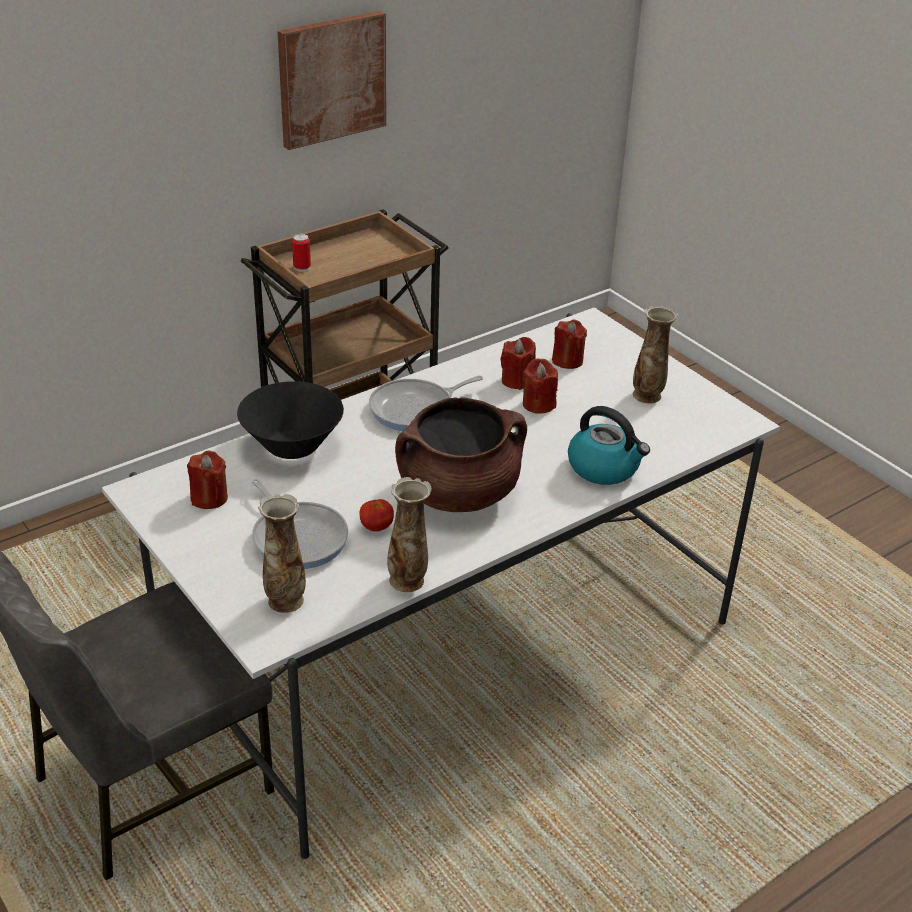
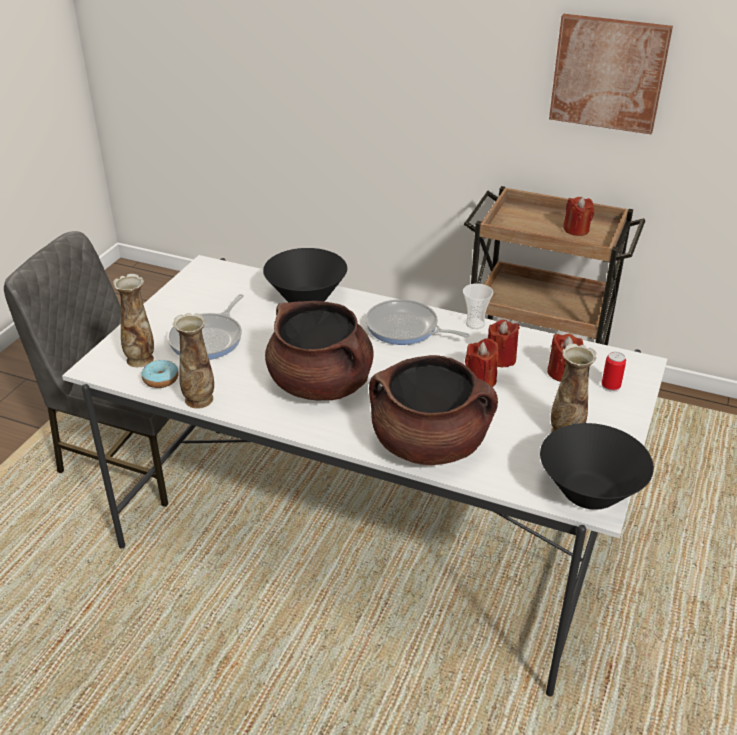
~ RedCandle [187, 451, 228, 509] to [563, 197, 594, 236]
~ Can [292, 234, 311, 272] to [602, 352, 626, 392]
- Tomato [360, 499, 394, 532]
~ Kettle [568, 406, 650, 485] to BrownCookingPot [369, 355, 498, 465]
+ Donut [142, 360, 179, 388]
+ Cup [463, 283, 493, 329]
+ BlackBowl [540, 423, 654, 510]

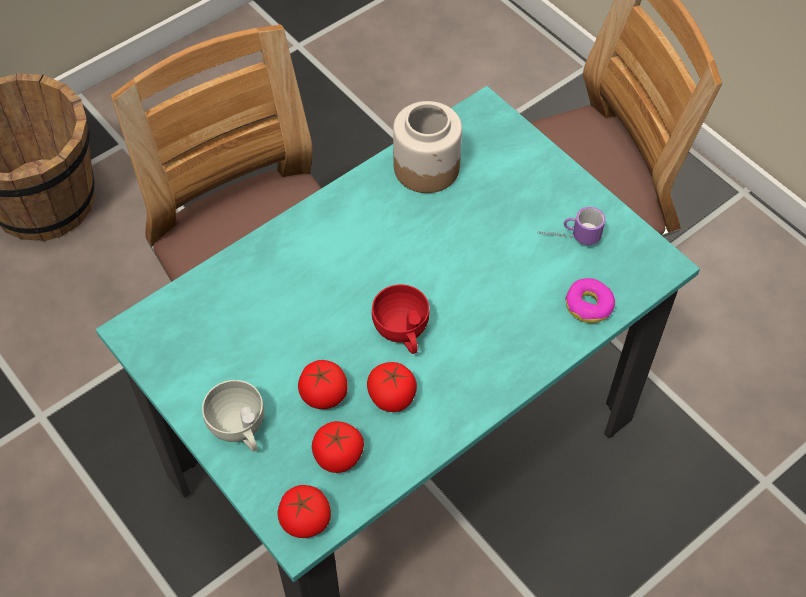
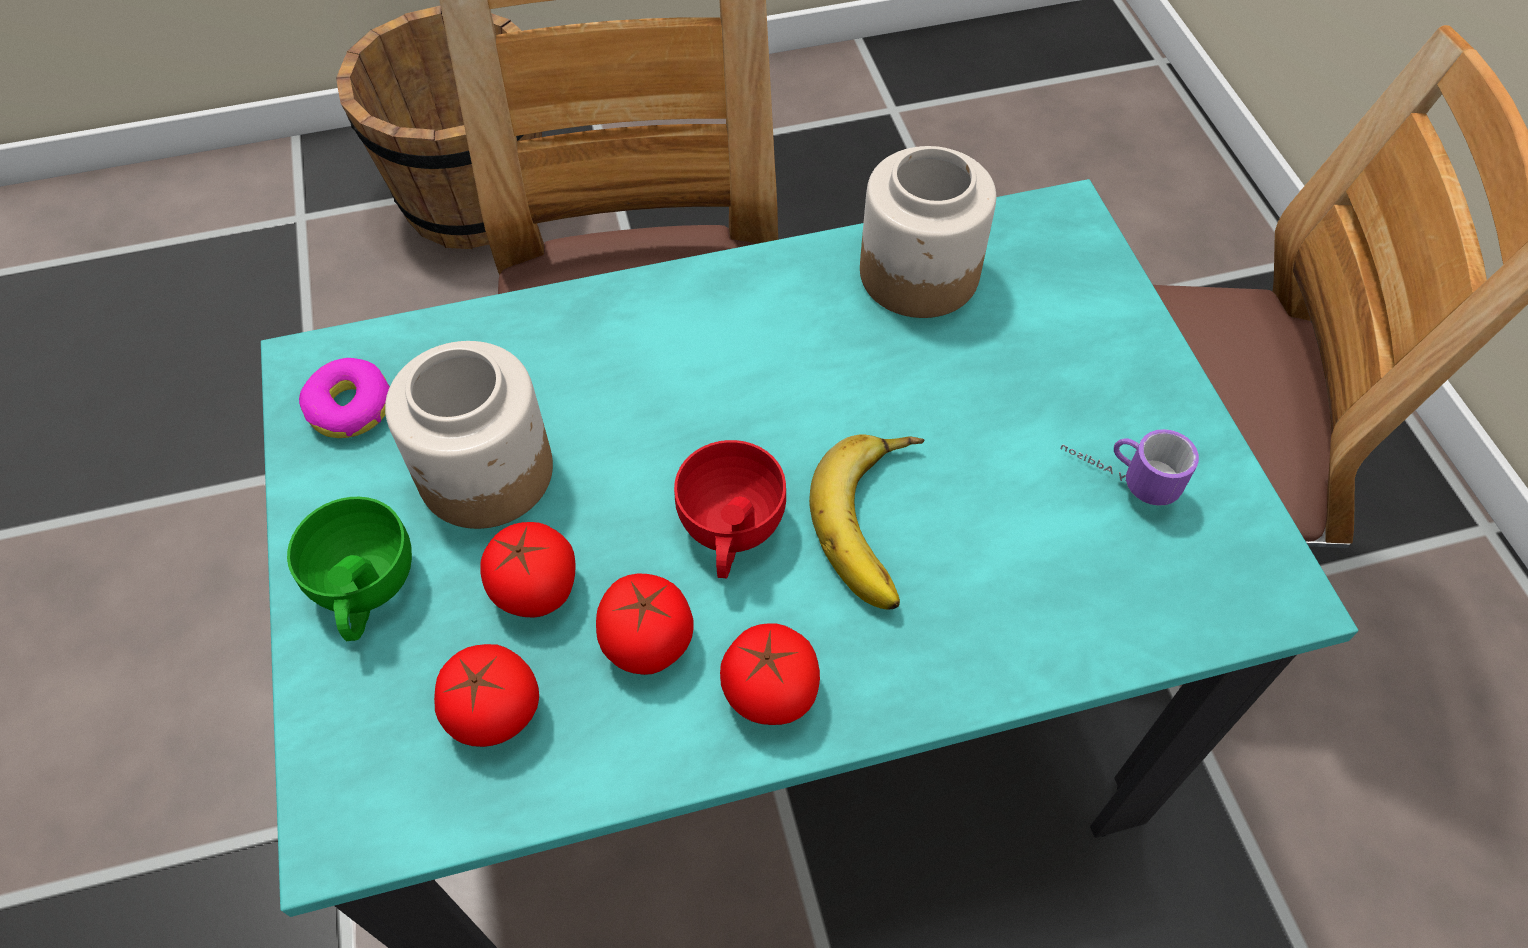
~ WhiteCup [202, 380, 264, 452] to GreenCup [287, 497, 412, 641]
~ Tomato [277, 485, 331, 538] to [720, 623, 820, 725]
~ Donut [565, 278, 615, 323] to [299, 358, 390, 438]
+ Jar [385, 341, 553, 529]
+ Banana [809, 434, 925, 610]

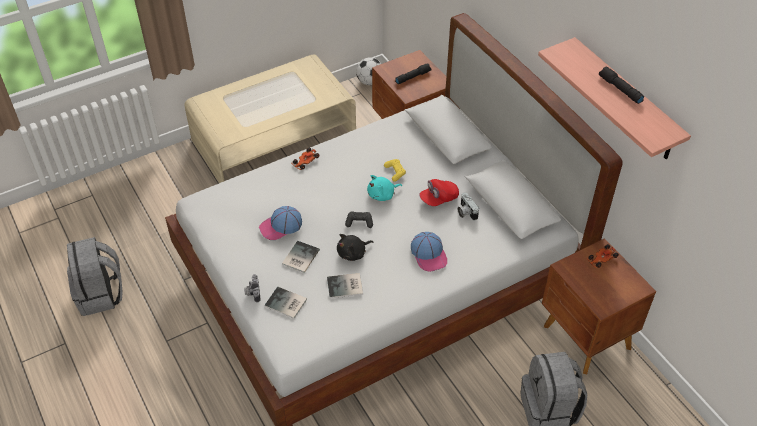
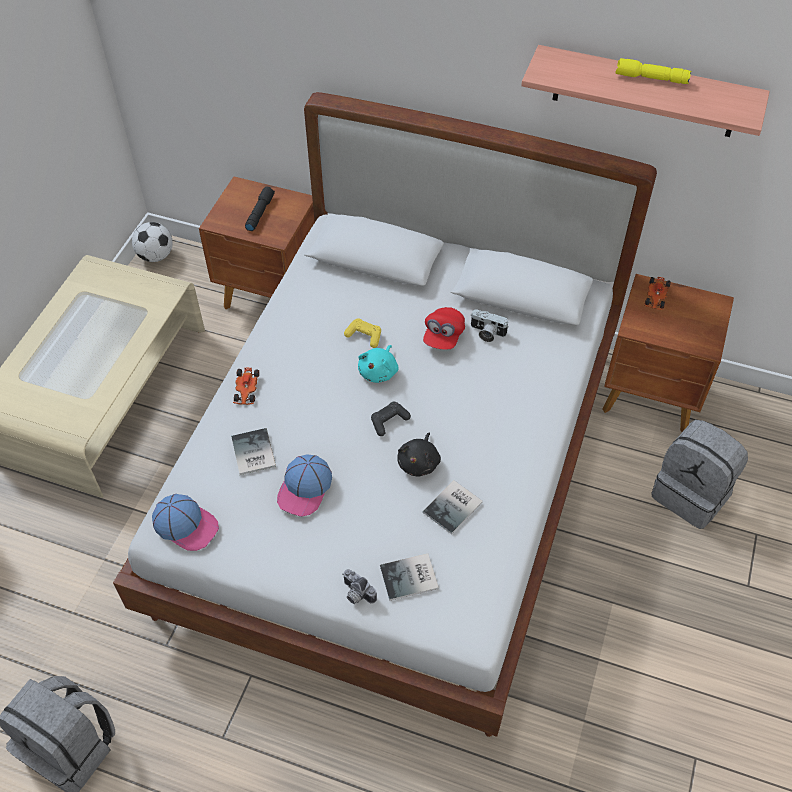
~ Book [282, 241, 320, 273] to [231, 428, 276, 475]
~ Cap [411, 232, 447, 272] to [152, 494, 219, 551]
~ BlackFlashlight [599, 66, 645, 104] to YellowFlashlight [615, 58, 691, 84]

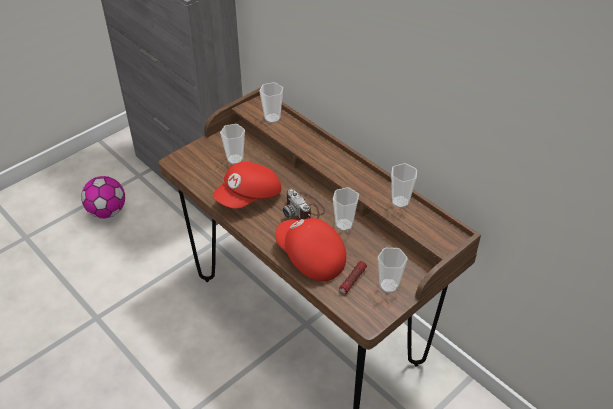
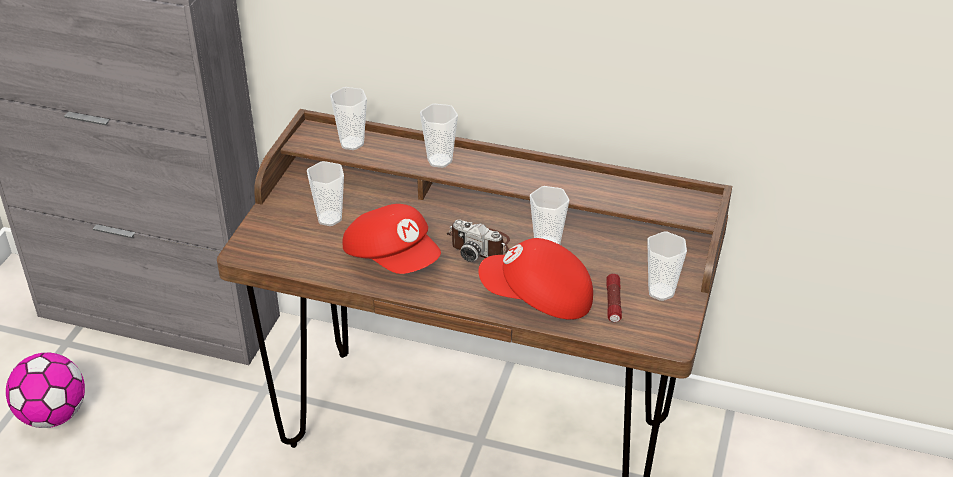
~ RedCap [214, 162, 281, 209] = [342, 204, 441, 274] 60 degrees counterclockwise
~ Cup [391, 163, 417, 208] to [420, 104, 458, 168]

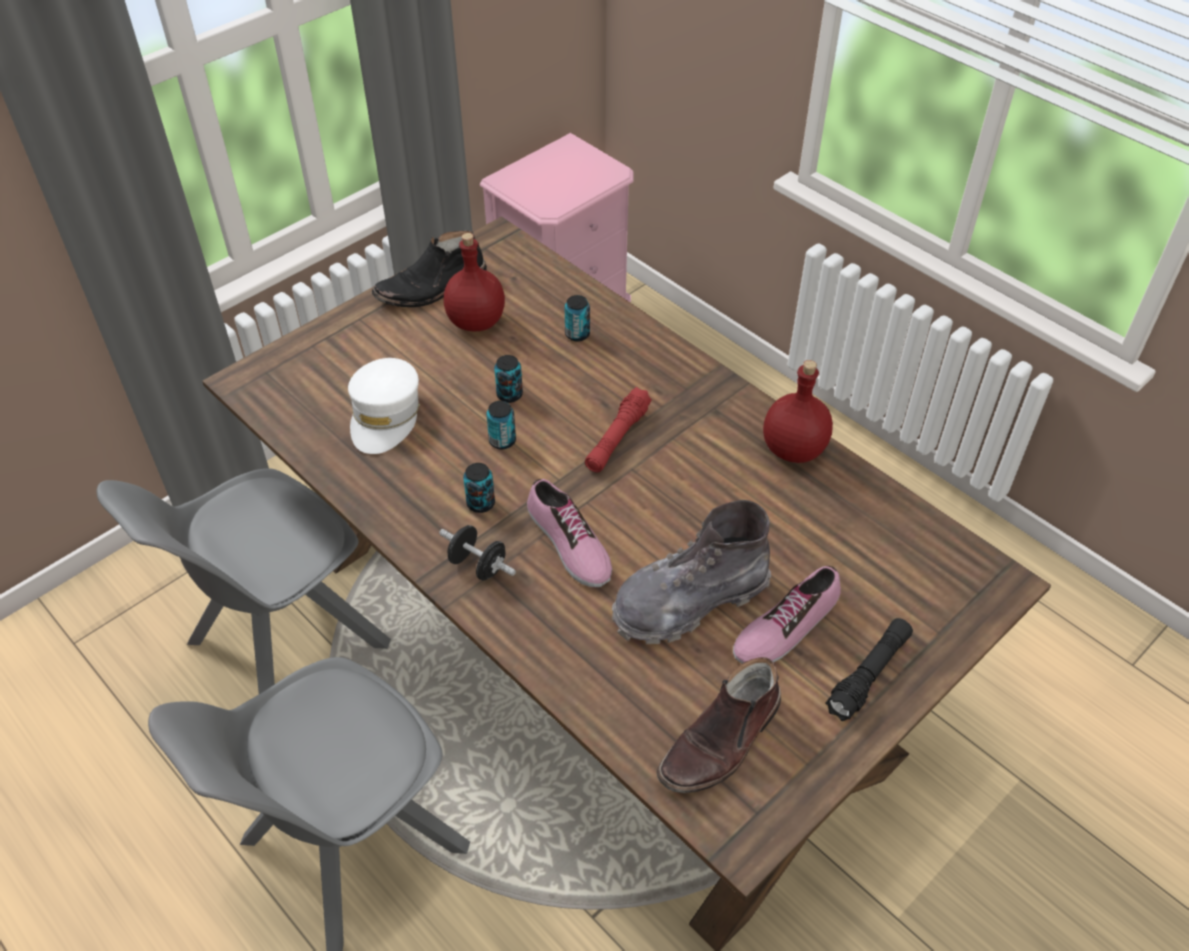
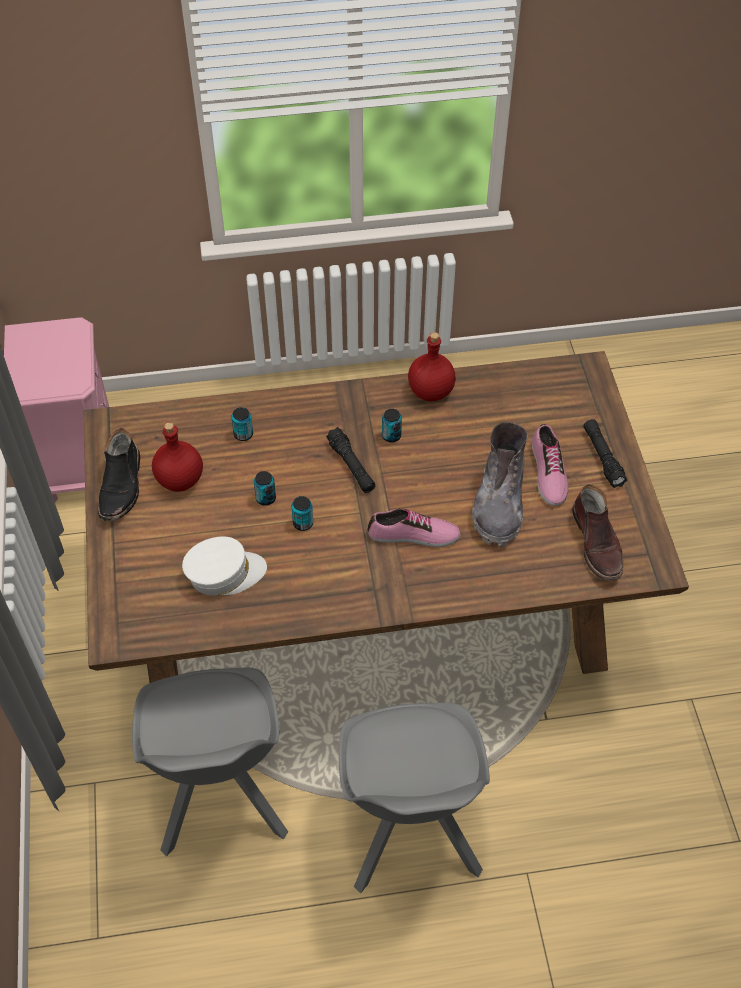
~ WhiteCap [348, 358, 420, 454] = [182, 536, 267, 596] 60 degrees counterclockwise
- BlackDumbbell [439, 525, 516, 580]
~ Can [463, 463, 495, 513] to [382, 409, 402, 443]
~ RedFlashlight [585, 387, 652, 472] to BlackFlashlight [326, 427, 376, 493]

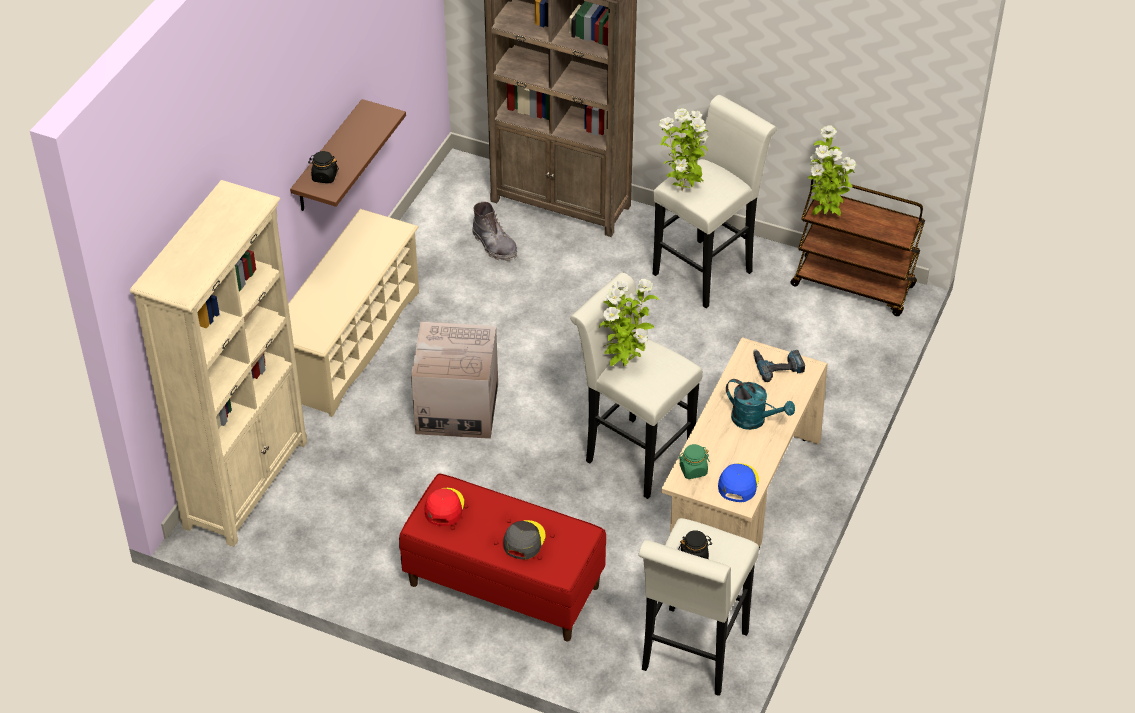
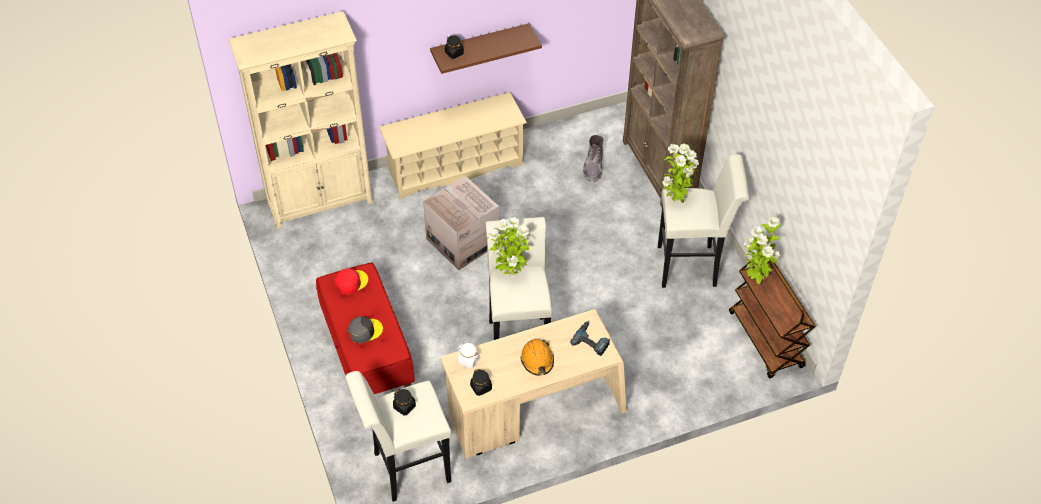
~ GreenJar [678, 444, 710, 479] to WhiteJar [457, 343, 479, 369]
~ BlueCap [718, 463, 759, 502] to BlackJar [470, 369, 492, 396]
~ TurquoiseWateringCan [726, 379, 795, 430] to OrangeHardHat [520, 339, 554, 376]

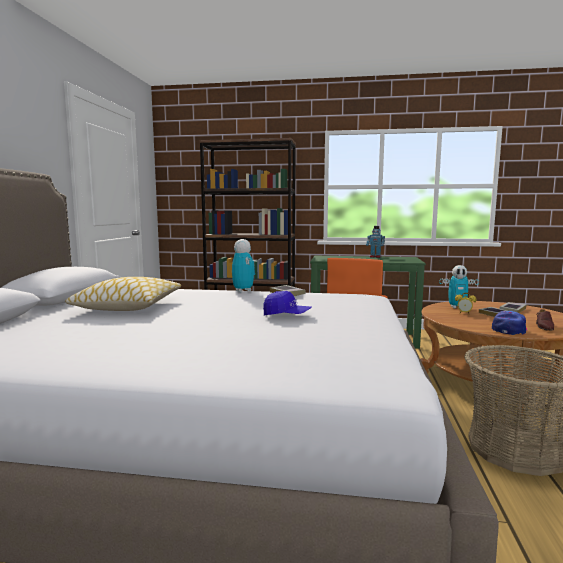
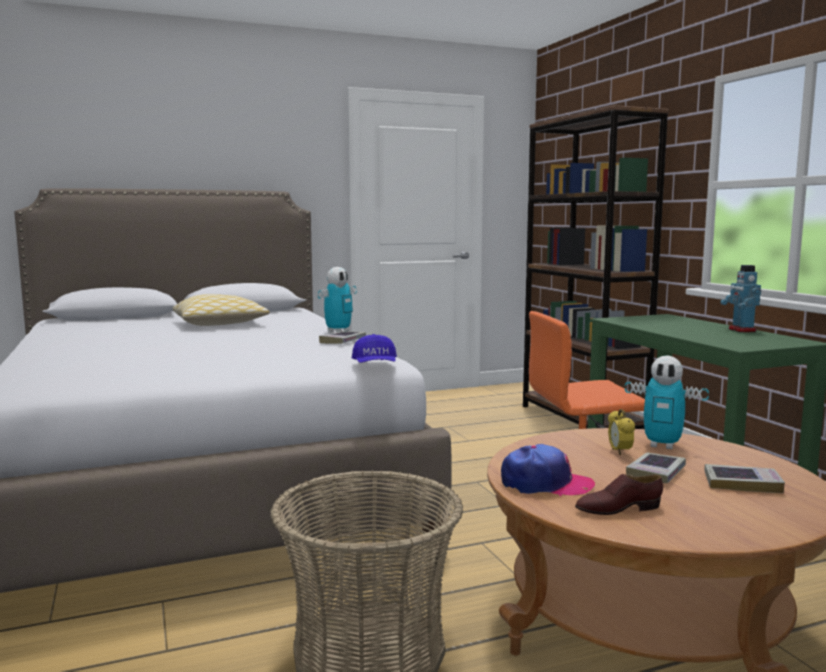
~ BlueCap [263, 291, 312, 316] to [352, 334, 397, 363]
~ ToyRobot [440, 265, 479, 308] = [625, 355, 709, 449] 45 degrees counterclockwise

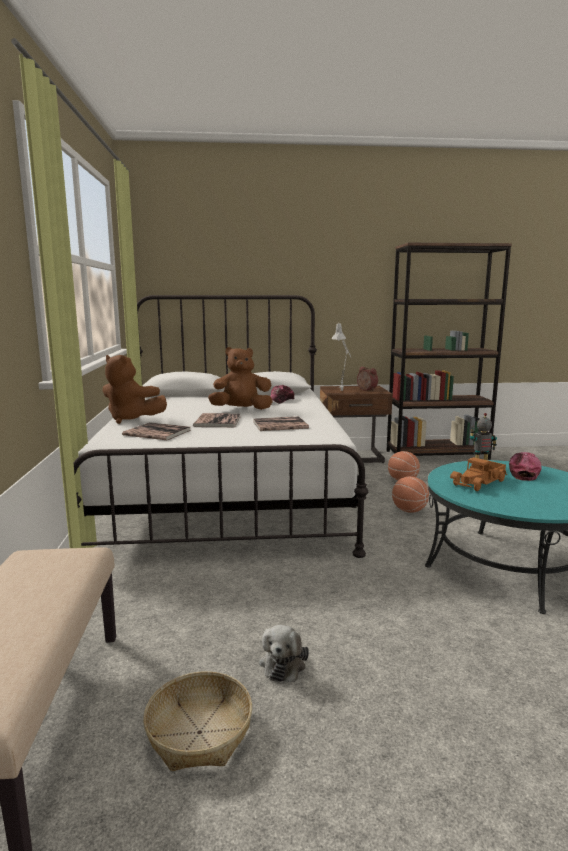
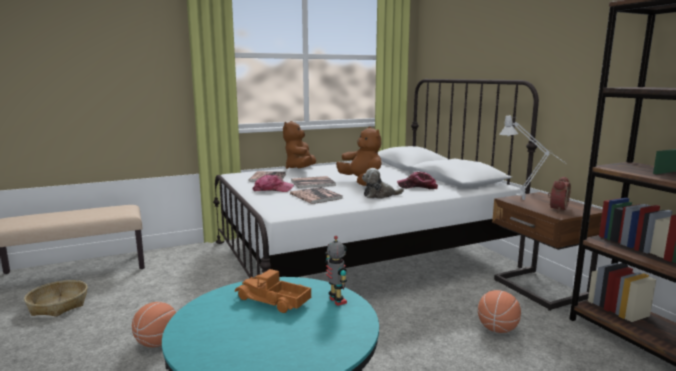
~ PlushToy [259, 625, 309, 682] to [362, 168, 404, 199]
~ Basketball [392, 477, 429, 513] to [132, 302, 177, 347]
~ Cap [509, 452, 542, 481] to [252, 174, 294, 192]

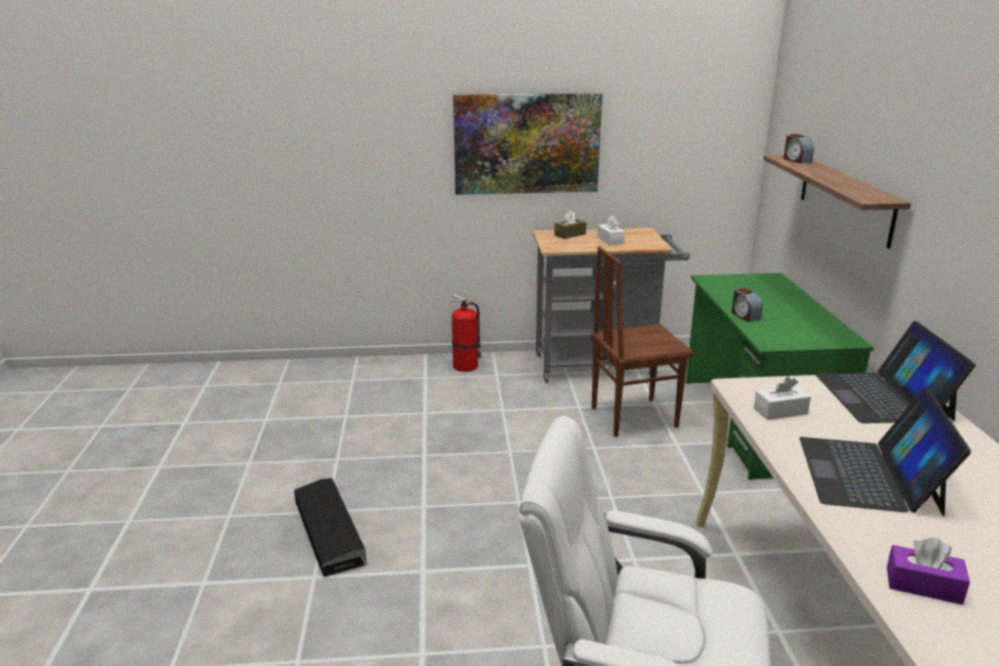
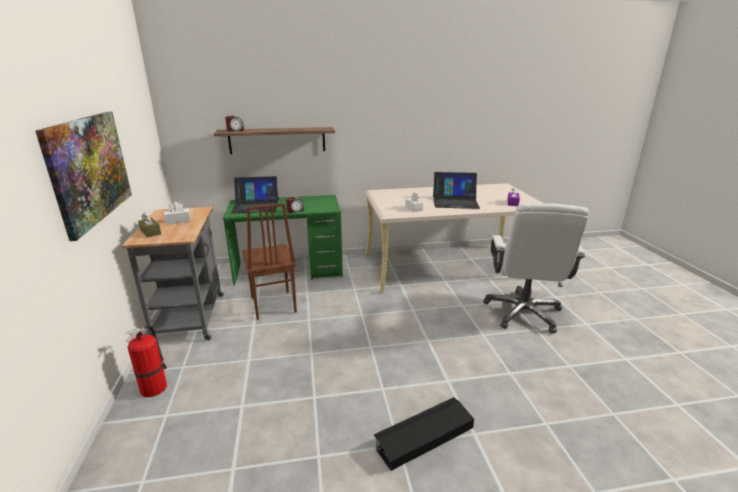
~ Laptop [816, 321, 976, 423] to [231, 176, 279, 213]

